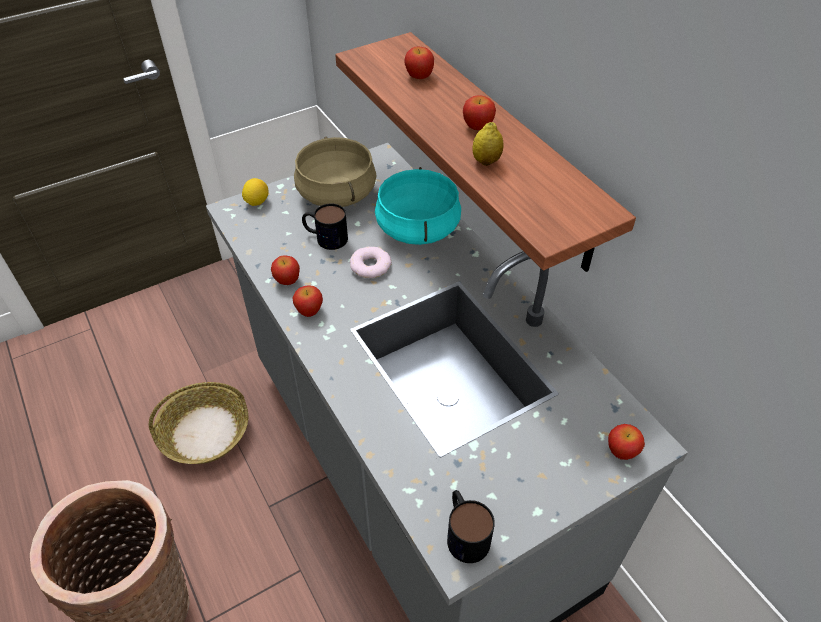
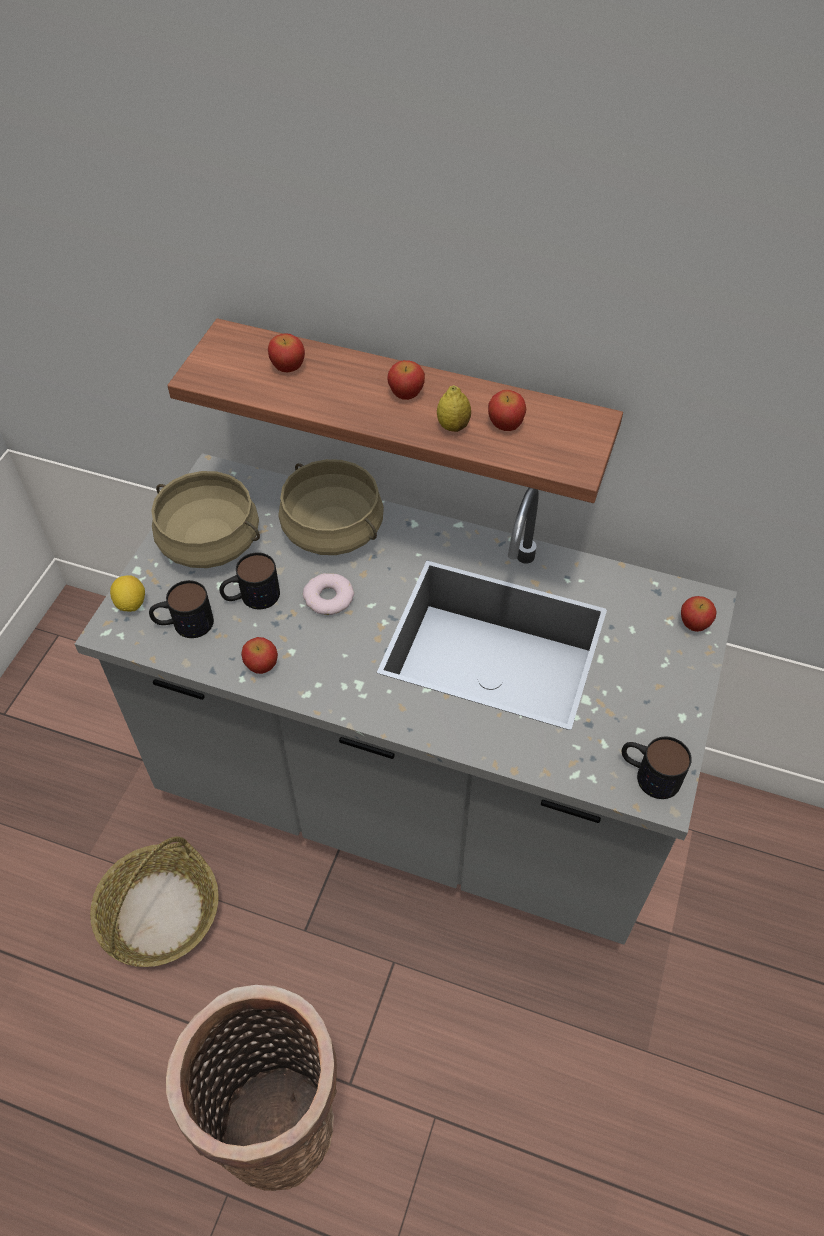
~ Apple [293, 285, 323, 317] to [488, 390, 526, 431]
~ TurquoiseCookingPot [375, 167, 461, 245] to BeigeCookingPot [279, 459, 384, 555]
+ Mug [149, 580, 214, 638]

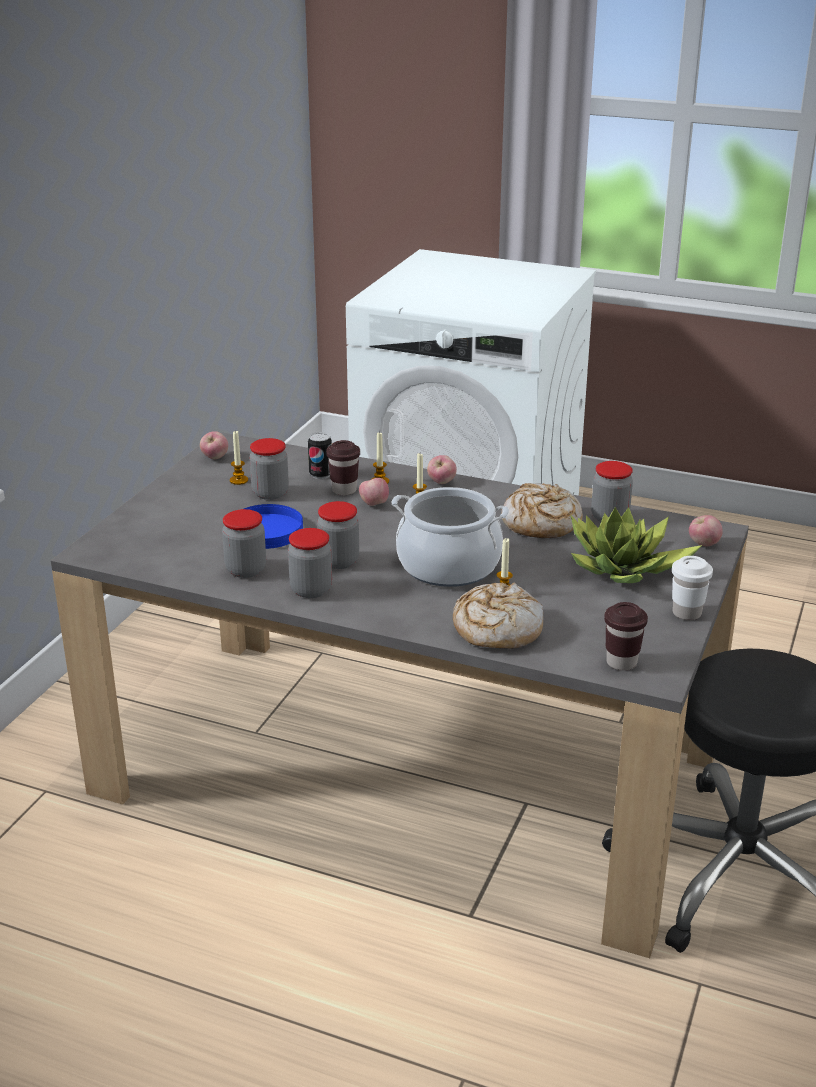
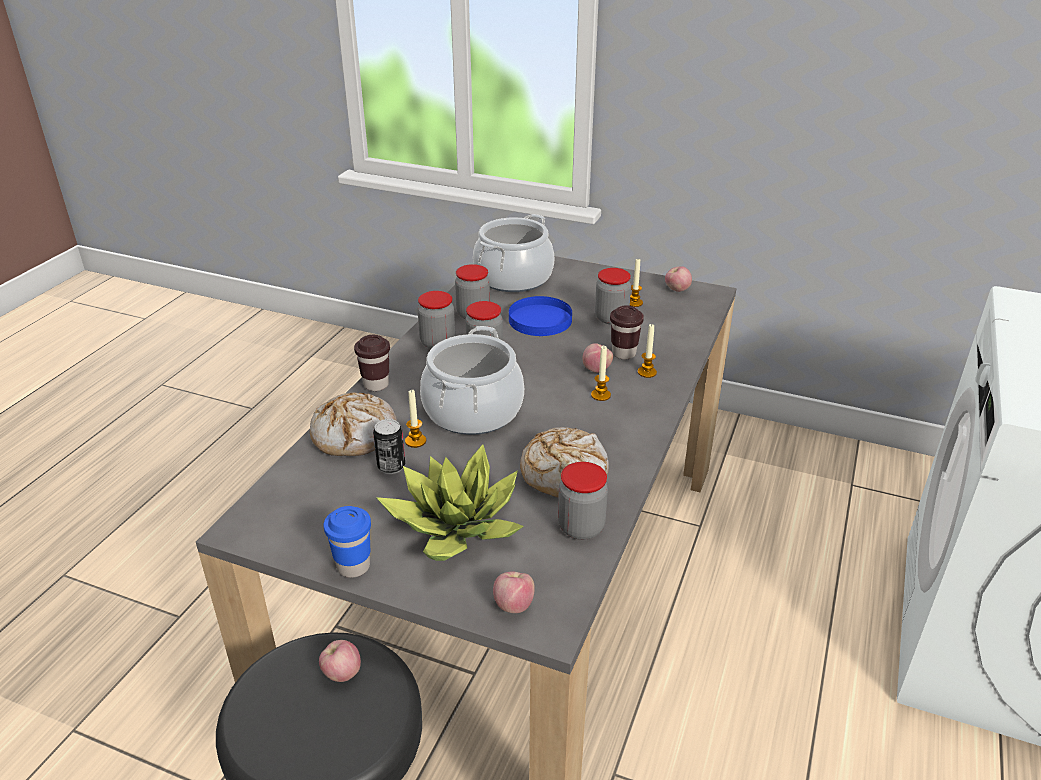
~ Can [308, 432, 332, 479] to [373, 419, 405, 474]
~ Apple [427, 455, 457, 484] to [319, 640, 361, 682]
~ BrownCup [604, 602, 648, 671] to [354, 335, 390, 391]
~ WhiteCup [672, 556, 713, 620] to BlueCup [324, 506, 371, 578]
+ CookingPot [473, 214, 555, 292]

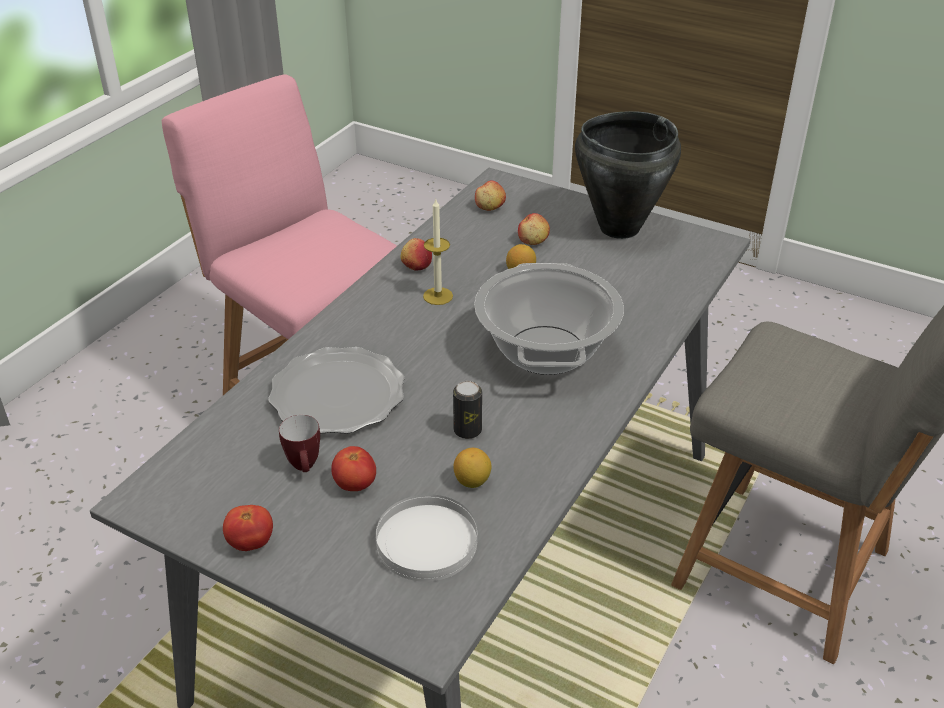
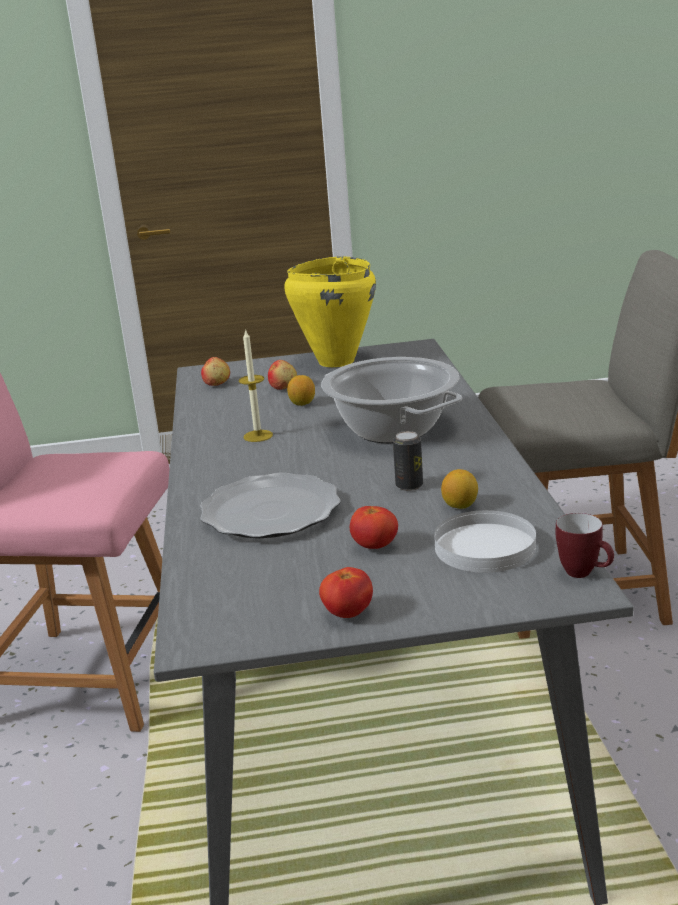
~ Mug [279, 415, 320, 472] to [556, 513, 614, 578]
- Apple [401, 238, 432, 270]
~ BlackCookingPot [575, 111, 681, 239] to YellowCookingPot [284, 256, 376, 367]

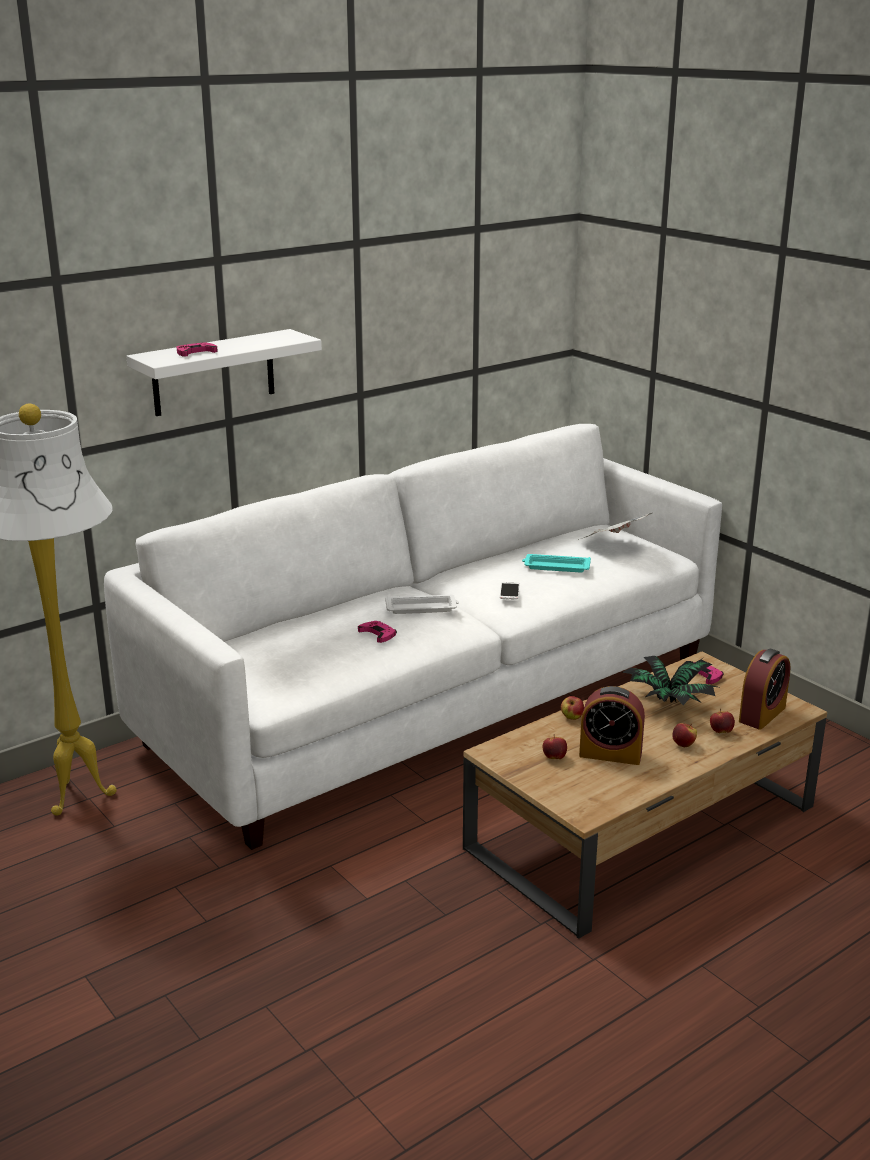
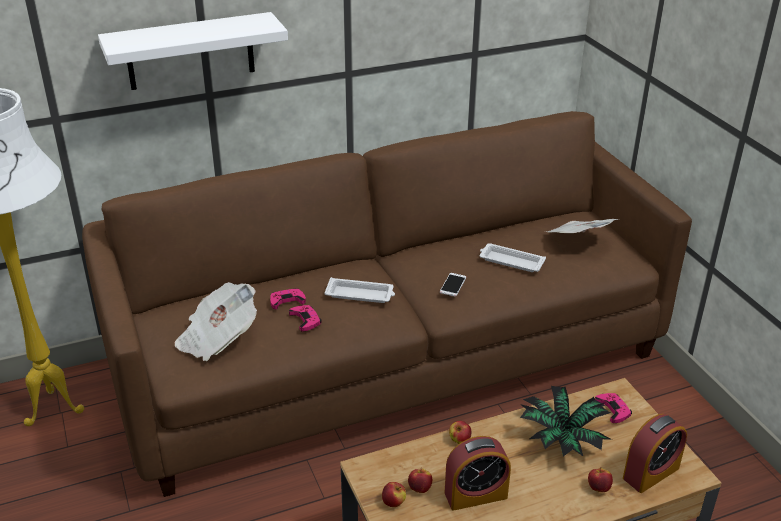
~ WhiteSofa [104, 424, 722, 850] to BrownSofa [82, 111, 692, 497]
~ PinkGameController [177, 342, 218, 357] to [270, 288, 306, 309]
~ TurquoiseTray [522, 554, 591, 572] to WhiteTray [480, 243, 546, 272]
~ AlarmClock [579, 686, 645, 765] = [445, 436, 511, 511] 45 degrees counterclockwise
~ Apple [672, 723, 697, 747] to [382, 482, 406, 507]
+ Newspaper [175, 282, 257, 361]

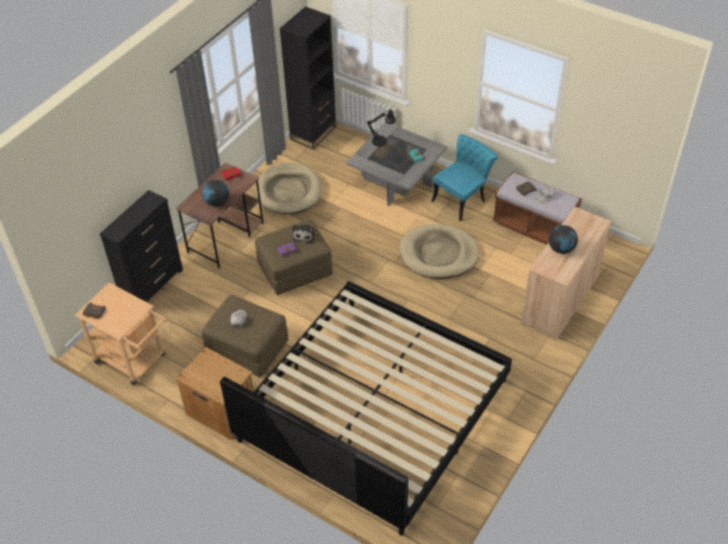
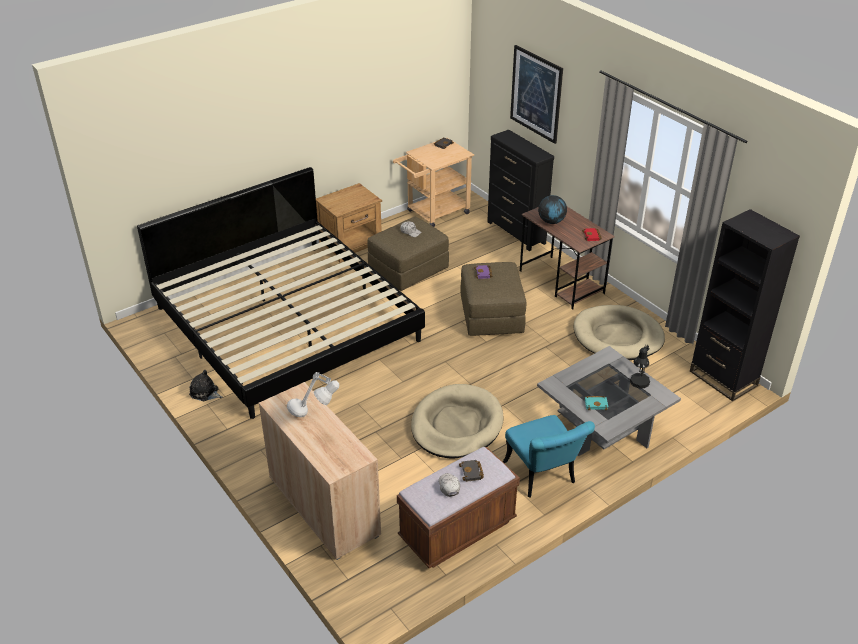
~ PlushToy [292, 224, 315, 243] to [189, 370, 222, 401]
~ Globe [549, 225, 578, 254] to GreyTableLamp [287, 372, 339, 417]
+ Picture [510, 45, 563, 144]

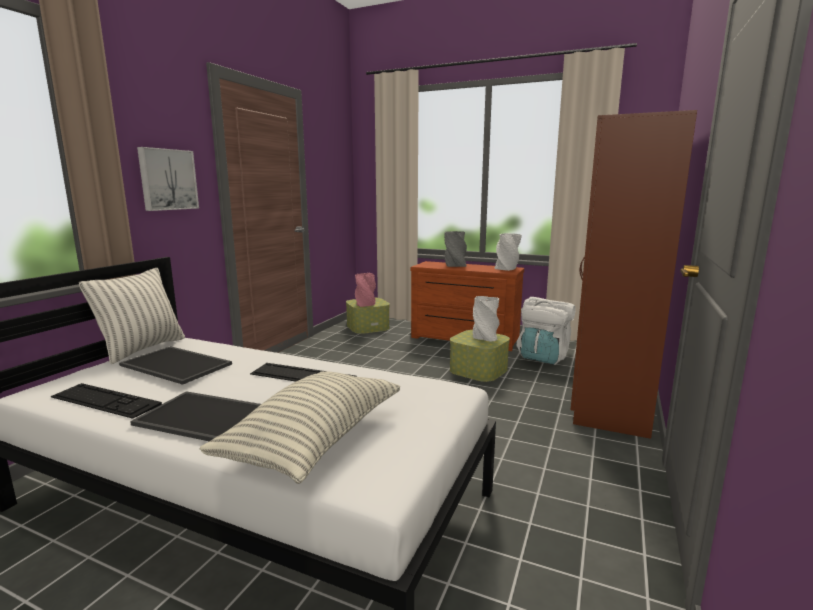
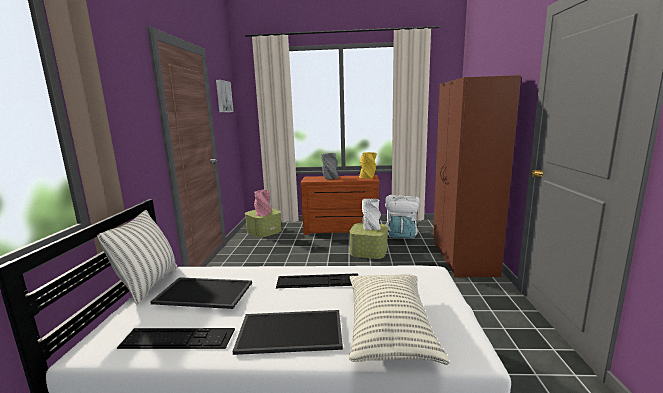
~ Picture [137, 147, 199, 211] to [216, 80, 233, 112]
~ WhiteVase [494, 233, 522, 271] to YellowVase [359, 152, 377, 179]

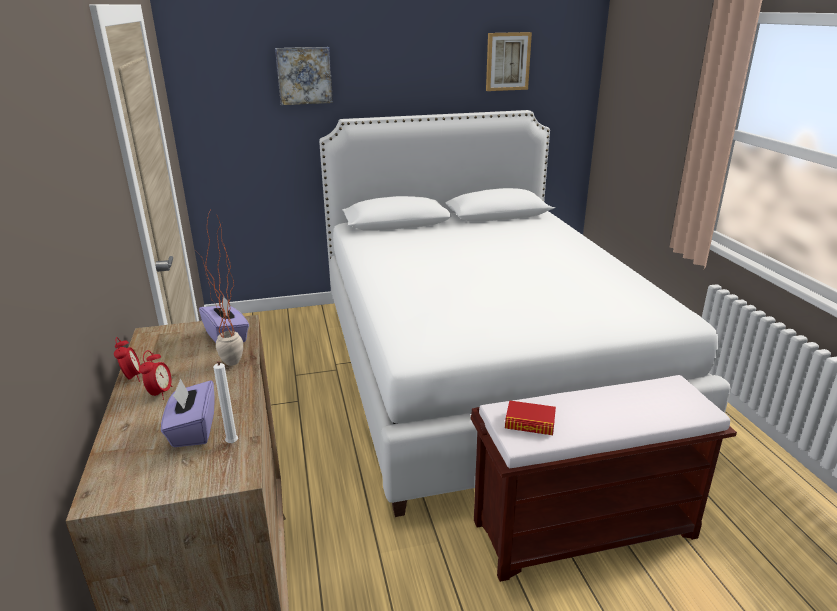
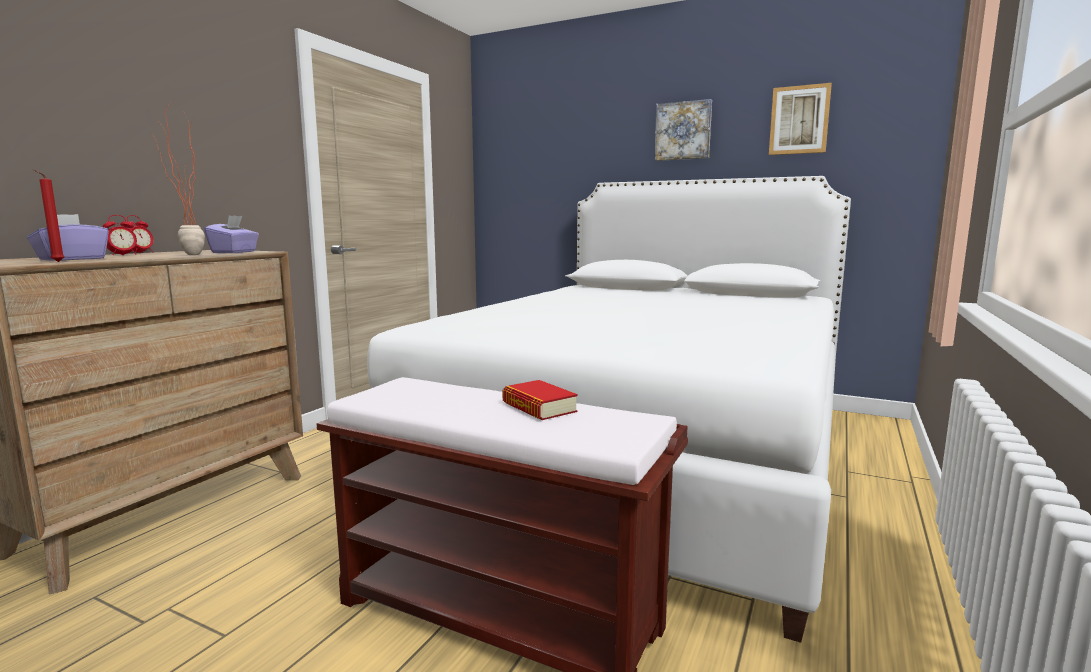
~ WhiteCandle [213, 361, 238, 444] to RedCandle [32, 169, 64, 262]
~ Picture [275, 47, 333, 105] to [654, 99, 712, 161]
~ Book [505, 400, 556, 435] to [503, 380, 578, 420]

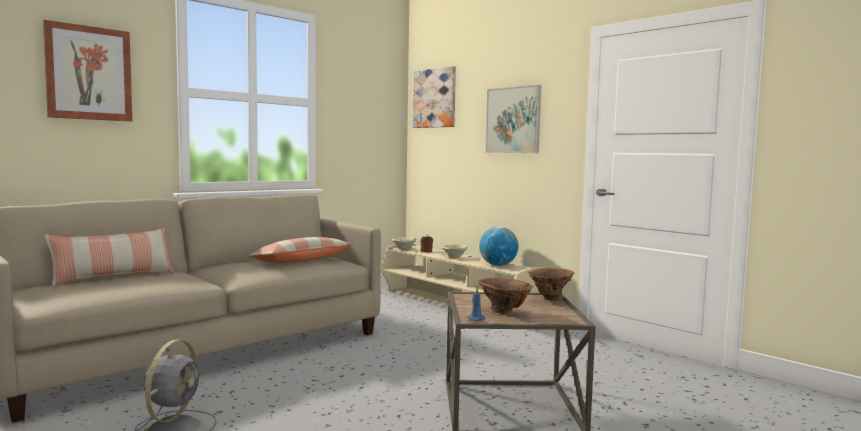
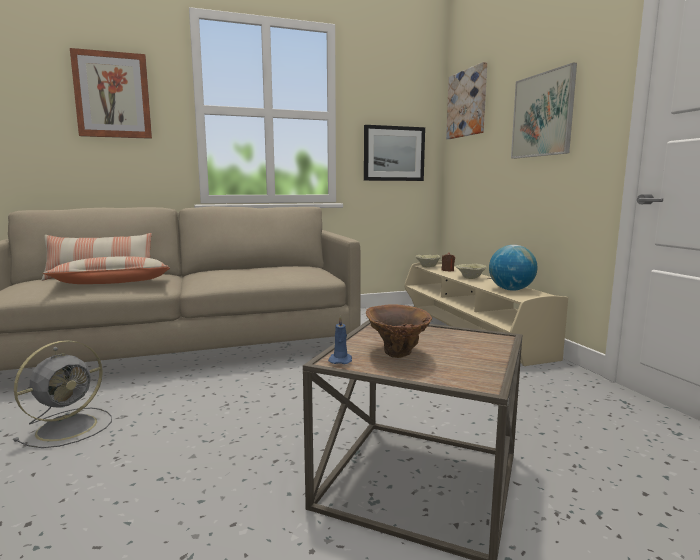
~ Pillow [248, 237, 353, 263] to [43, 256, 170, 284]
- BrownVase [528, 268, 574, 300]
+ Picture [364, 125, 425, 181]

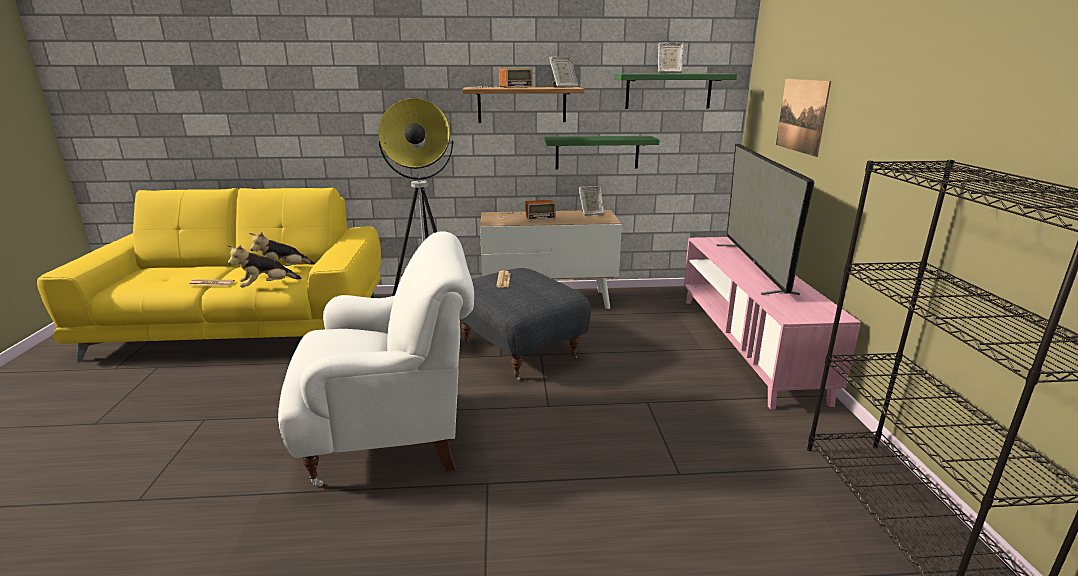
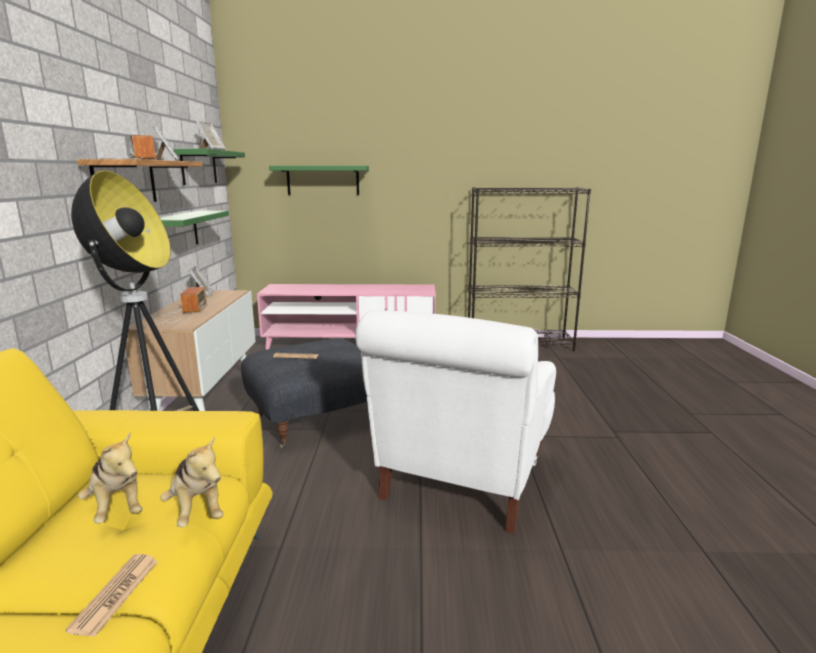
~ WhiteArmchair [278, 231, 474, 487] = [355, 310, 556, 534] 150 degrees counterclockwise
- Television [717, 144, 814, 295]
~ Picture [776, 79, 831, 157] to GreenShelf [269, 166, 369, 195]

